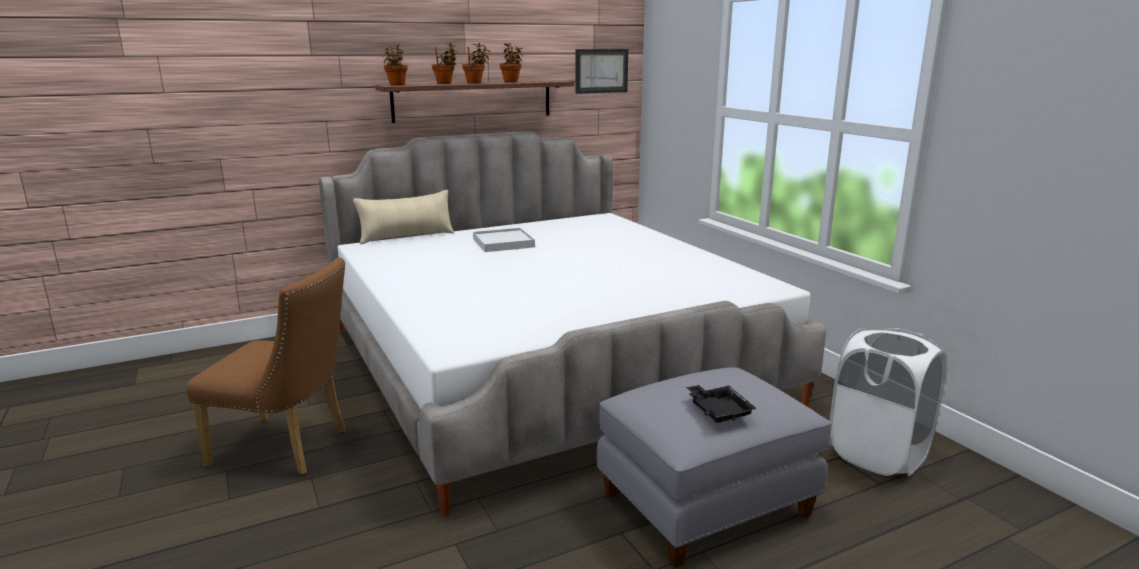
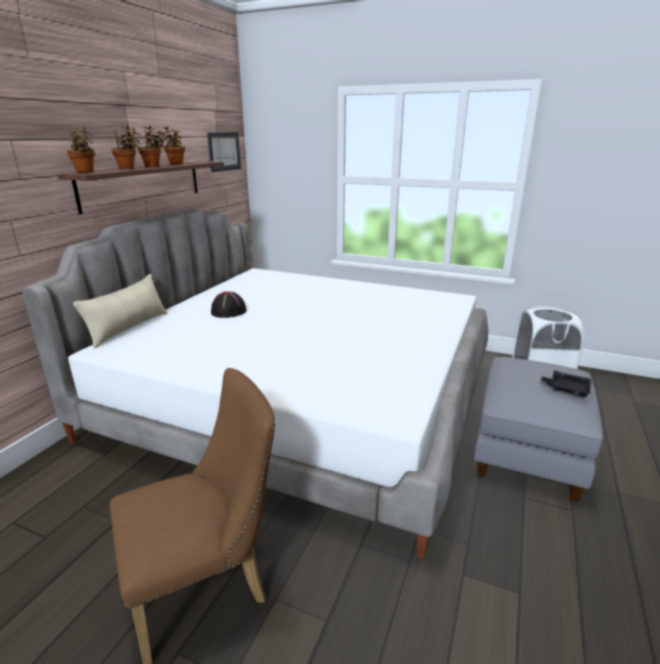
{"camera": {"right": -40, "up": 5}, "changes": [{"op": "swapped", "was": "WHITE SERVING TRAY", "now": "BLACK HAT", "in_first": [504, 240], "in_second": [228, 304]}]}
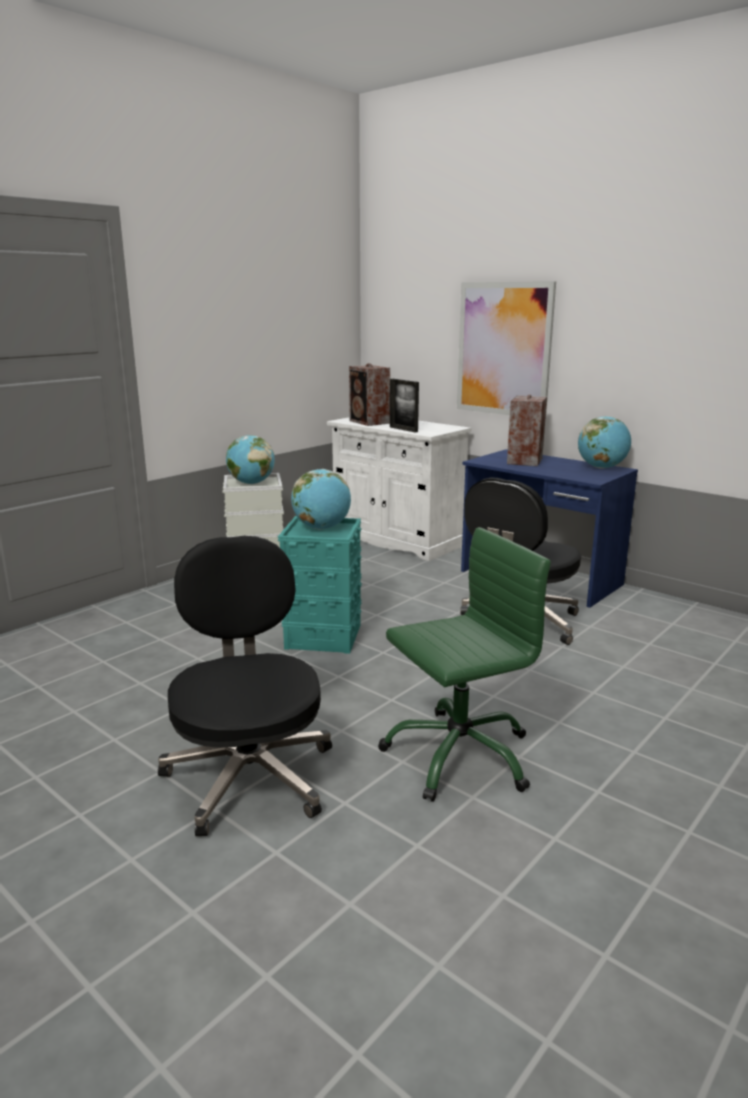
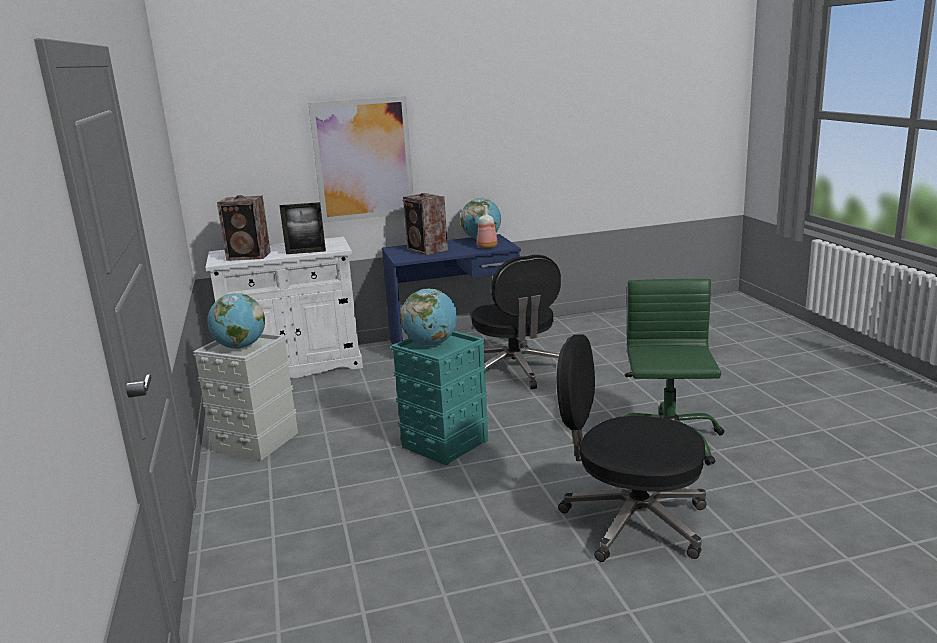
{"camera": {"right": -55, "up": 0}, "changes": [{"op": "new", "now": "DRINK BOTTLE", "in_second": [487, 227]}]}
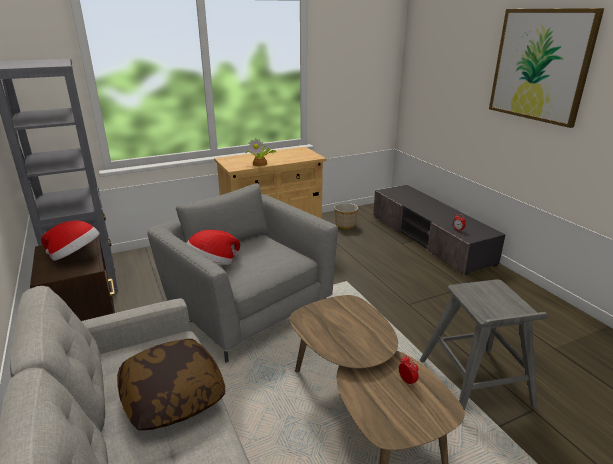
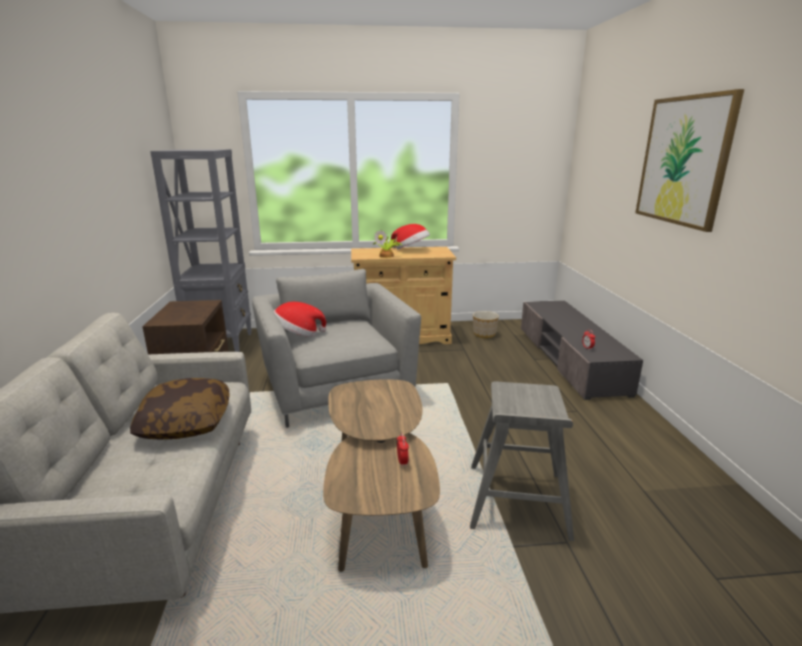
{"camera": {"right": 20, "up": -5}, "changes": [{"op": "shifted", "was": "HAT", "in_first": [70, 241], "in_second": [410, 237]}]}
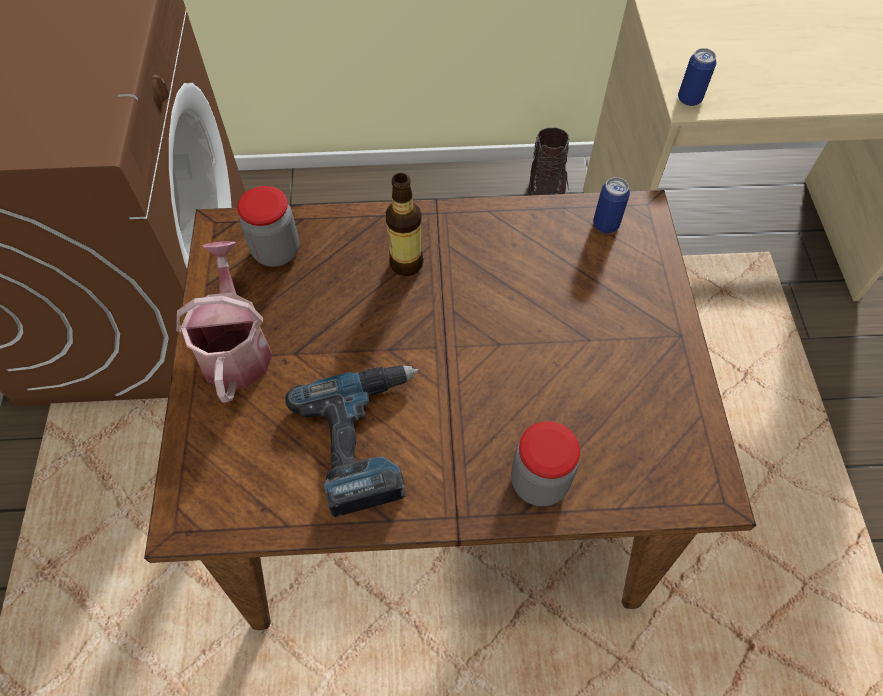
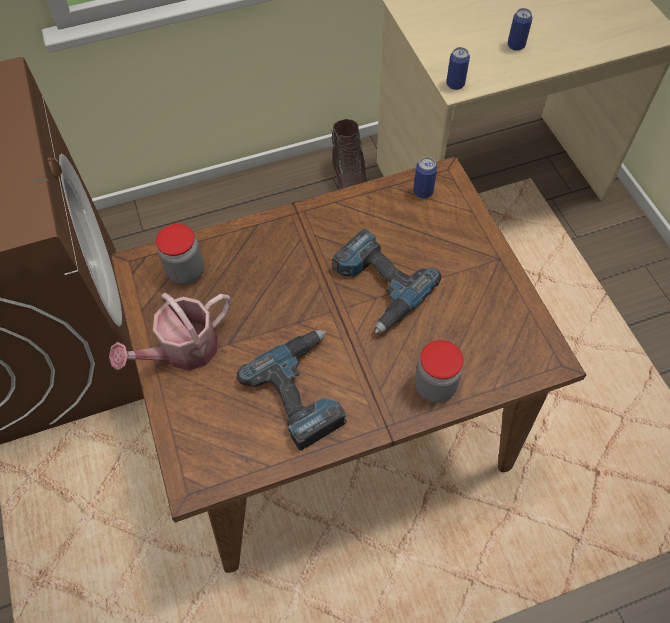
{"camera": {"right": -15, "up": 0}, "changes": [{"op": "gone", "was": "DRINK BOTTLE", "in_first": [405, 224]}, {"op": "new", "now": "DRILL", "in_second": [386, 280]}, {"op": "new", "now": "SEALED CAN", "in_second": [520, 29]}, {"op": "rotated", "was": "SPRINKLING CAN", "in_first": [224, 322], "in_second": [170, 332], "clockwise": -105}]}
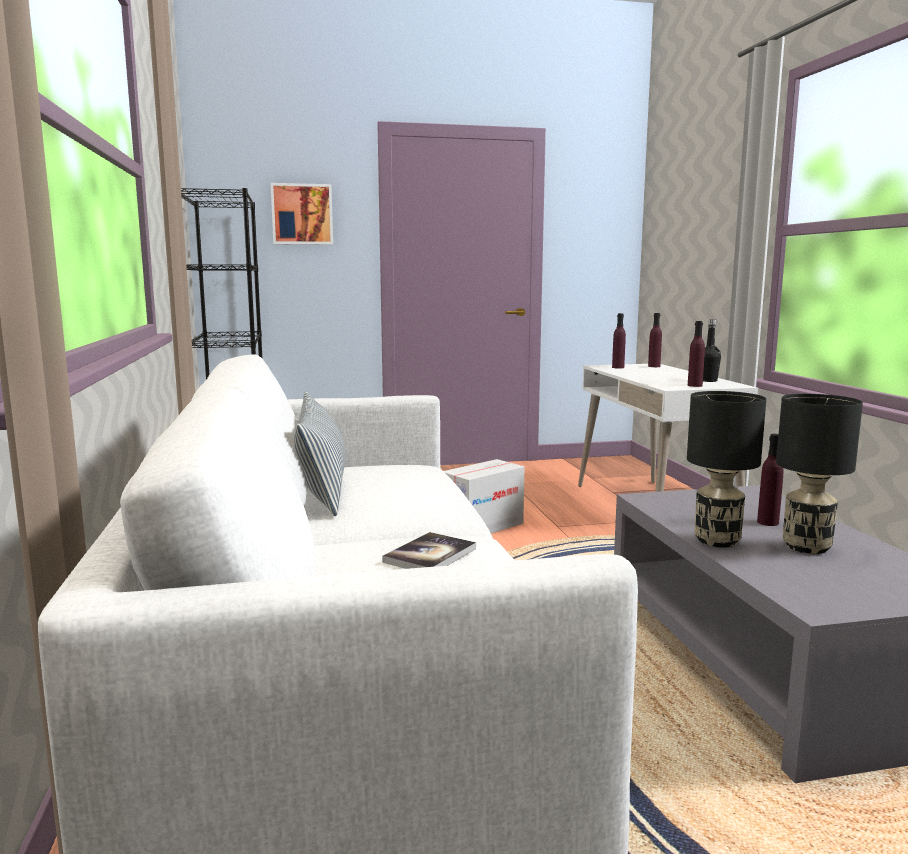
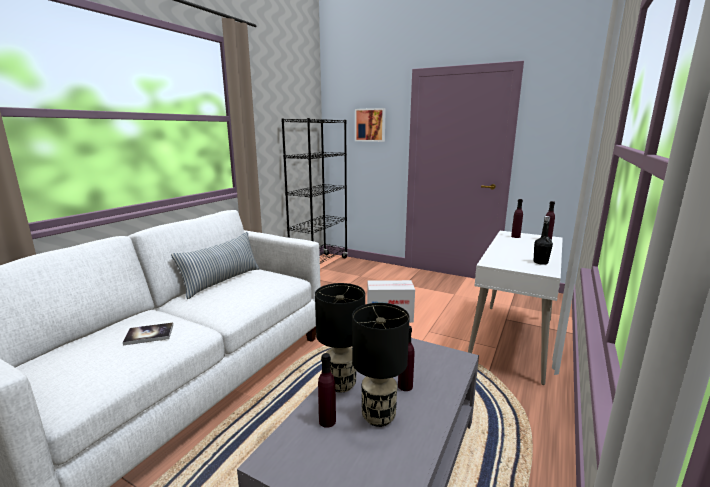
{"camera": {"right": 40, "up": 5}, "changes": [{"op": "shifted", "was": "PURPLE DRINK BOTTLE", "in_first": [696, 354], "in_second": [327, 390]}]}
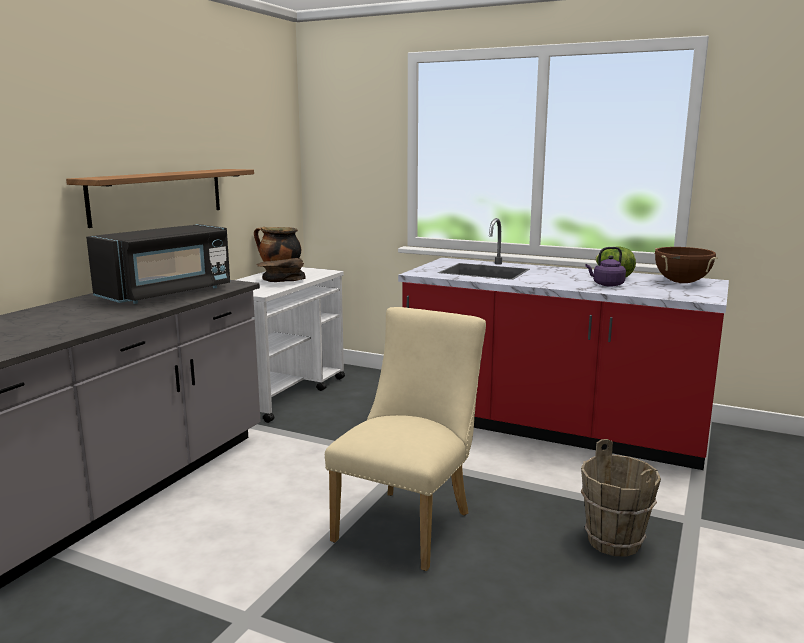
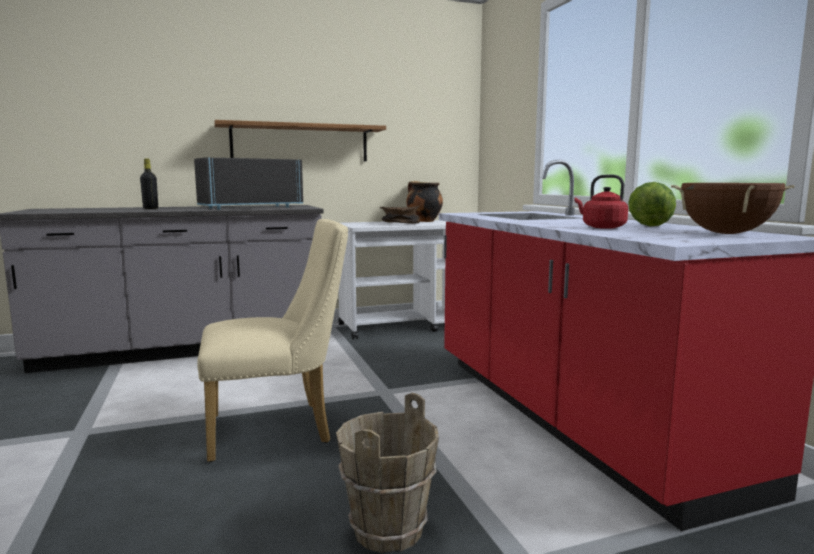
{"camera": {"right": 45, "up": -5}, "changes": [{"op": "new", "now": "BLACK DRINK BOTTLE", "in_second": [149, 183]}, {"op": "repainted", "was": "PURPLE TEA KETTLE", "now": "RED-COLOURED TEA KETTLE", "in_first": [605, 267], "in_second": [601, 201]}, {"op": "rotated", "was": "BLACK MICROWAVE OVEN", "in_first": [158, 264], "in_second": [248, 183], "clockwise": 150}]}
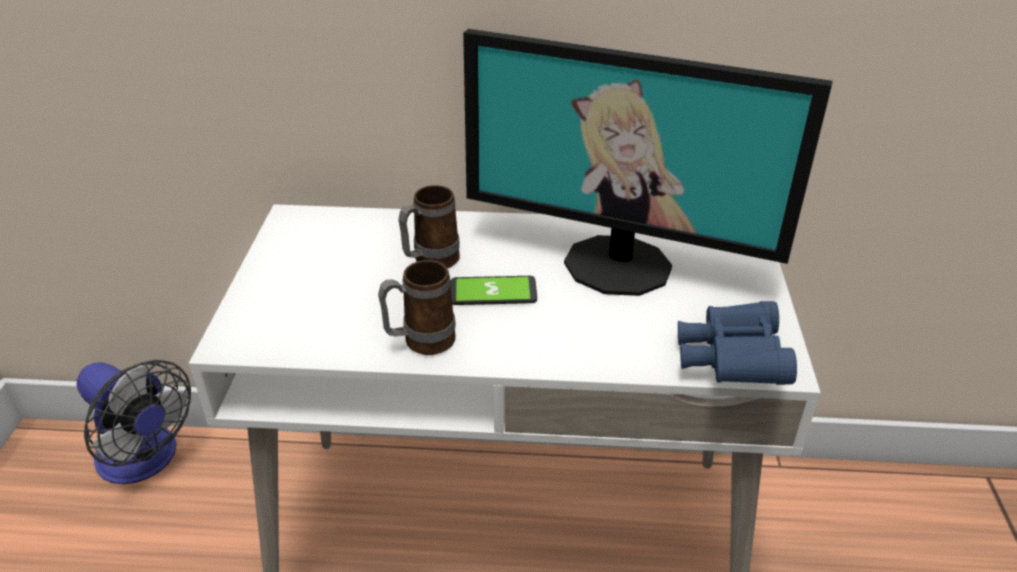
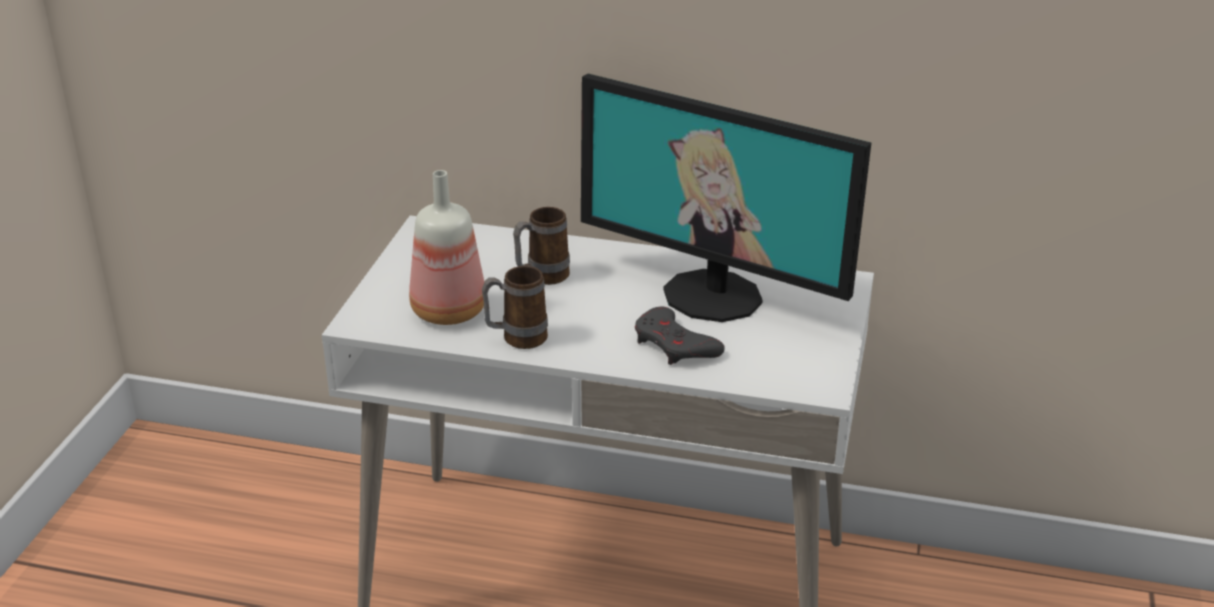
{"camera": {"right": 10, "up": -5}, "changes": [{"op": "gone", "was": "COOLING FAN", "in_first": [134, 422]}, {"op": "gone", "was": "PHONE", "in_first": [493, 290]}, {"op": "gone", "was": "BLUE FIELD GLASSES", "in_first": [737, 343]}, {"op": "new", "now": "DRINK BOTTLE", "in_second": [446, 247]}, {"op": "new", "now": "GREY JOYPAD", "in_second": [680, 336]}]}
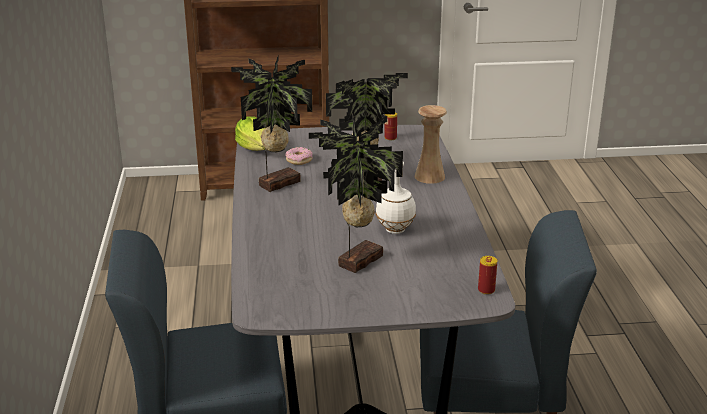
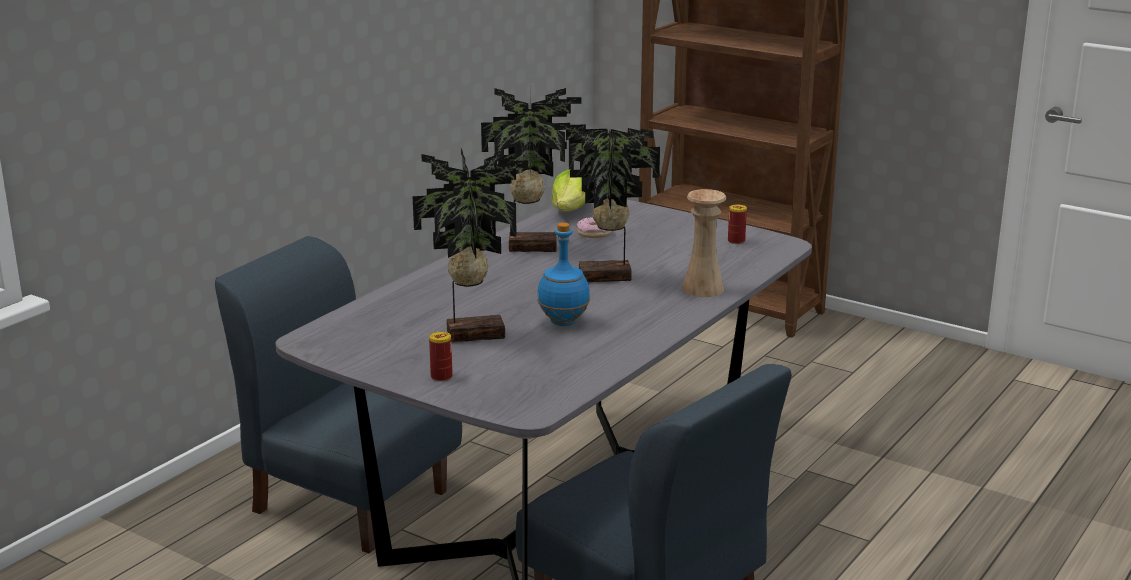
{"camera": {"right": 40, "up": -5}, "changes": [{"op": "shifted", "was": "SEALED CAN", "in_first": [487, 275], "in_second": [441, 357]}, {"op": "repainted", "was": "WHITE DRINK BOTTLE", "now": "BLUE DRINK BOTTLE", "in_first": [396, 198], "in_second": [563, 274]}]}
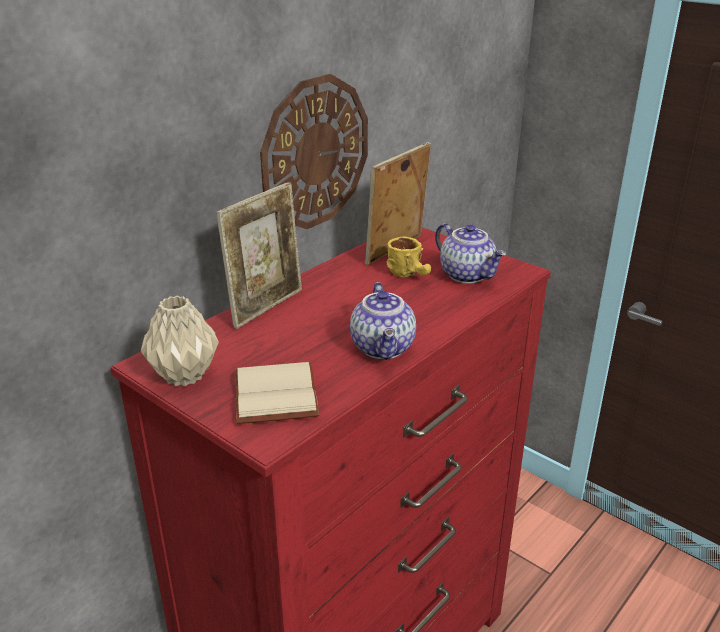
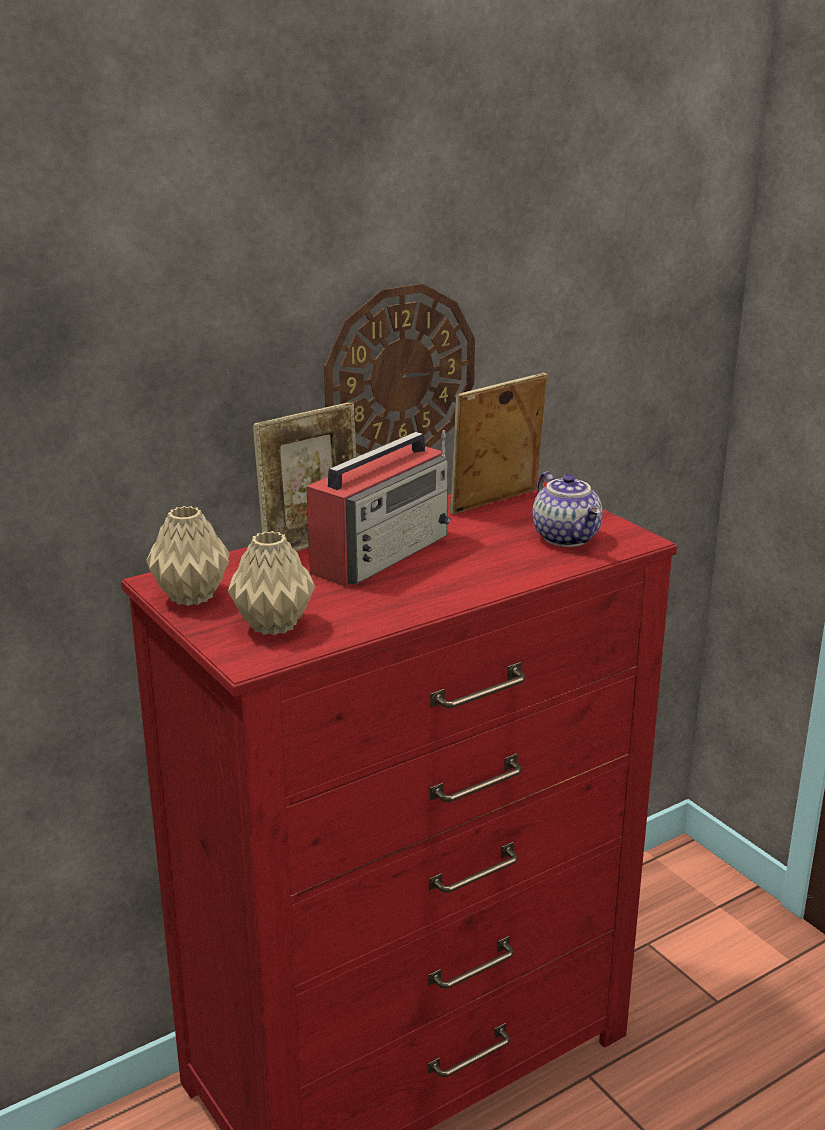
{"camera": {"right": 15, "up": -5}, "changes": [{"op": "gone", "was": "TEA POT", "in_first": [383, 321]}, {"op": "gone", "was": "YELLOW-COLOURED COFFEE MUG", "in_first": [409, 257]}, {"op": "new", "now": "RADIO RECEIVER", "in_second": [379, 508]}, {"op": "swapped", "was": "SAND-COLOURED VOLUME", "now": "SAND-COLOURED FLOWER VASE", "in_first": [277, 393], "in_second": [271, 583]}]}
